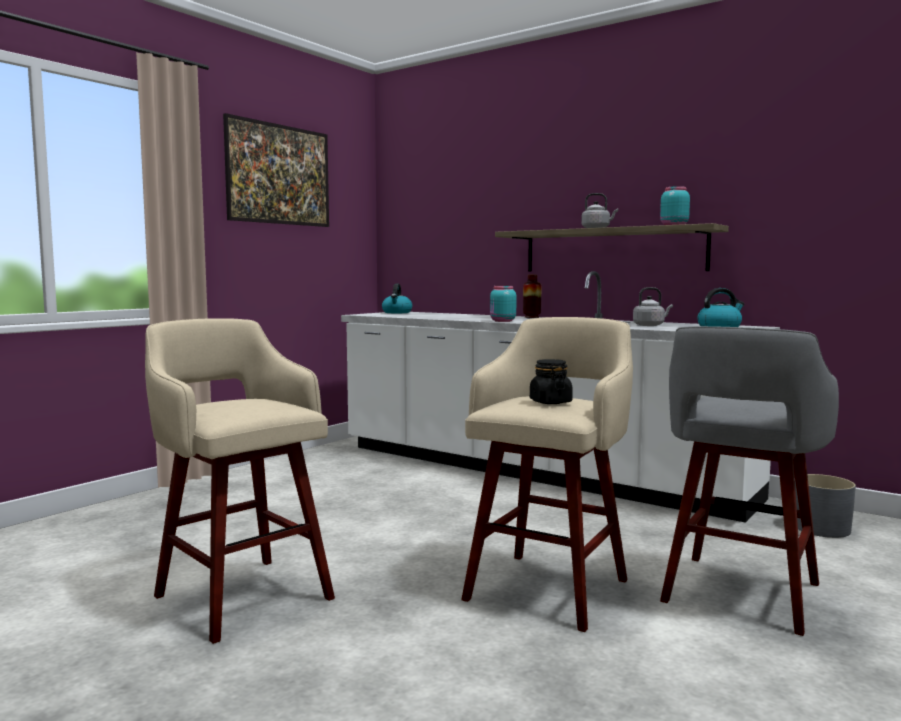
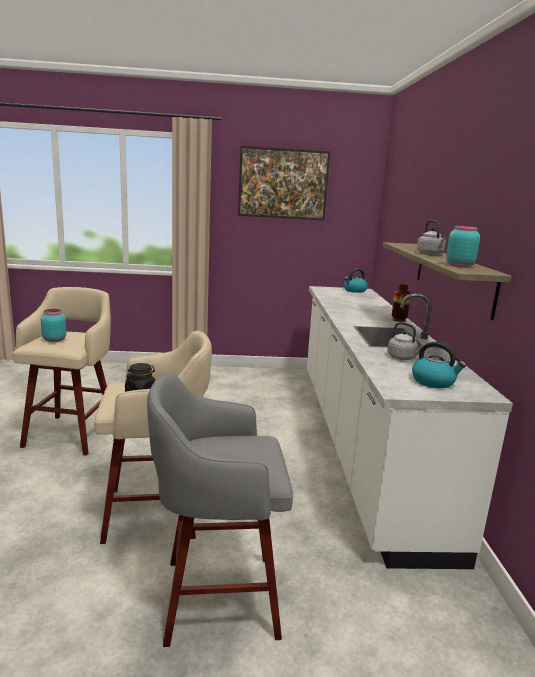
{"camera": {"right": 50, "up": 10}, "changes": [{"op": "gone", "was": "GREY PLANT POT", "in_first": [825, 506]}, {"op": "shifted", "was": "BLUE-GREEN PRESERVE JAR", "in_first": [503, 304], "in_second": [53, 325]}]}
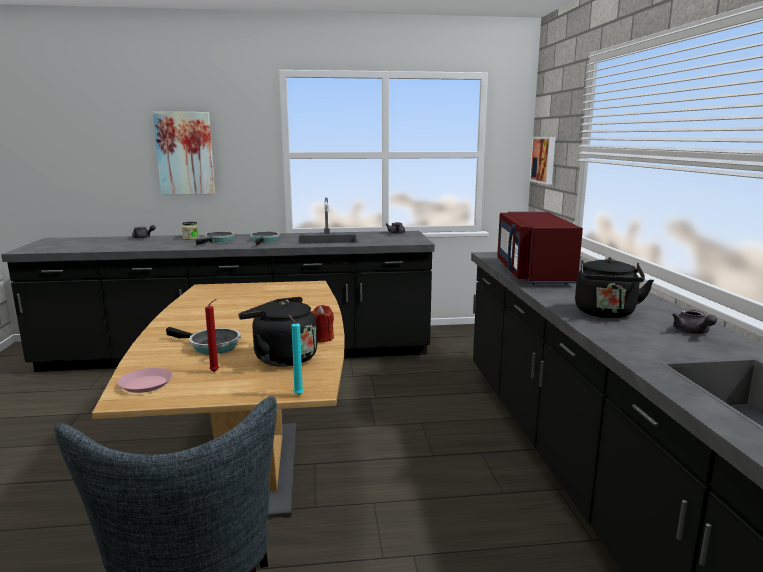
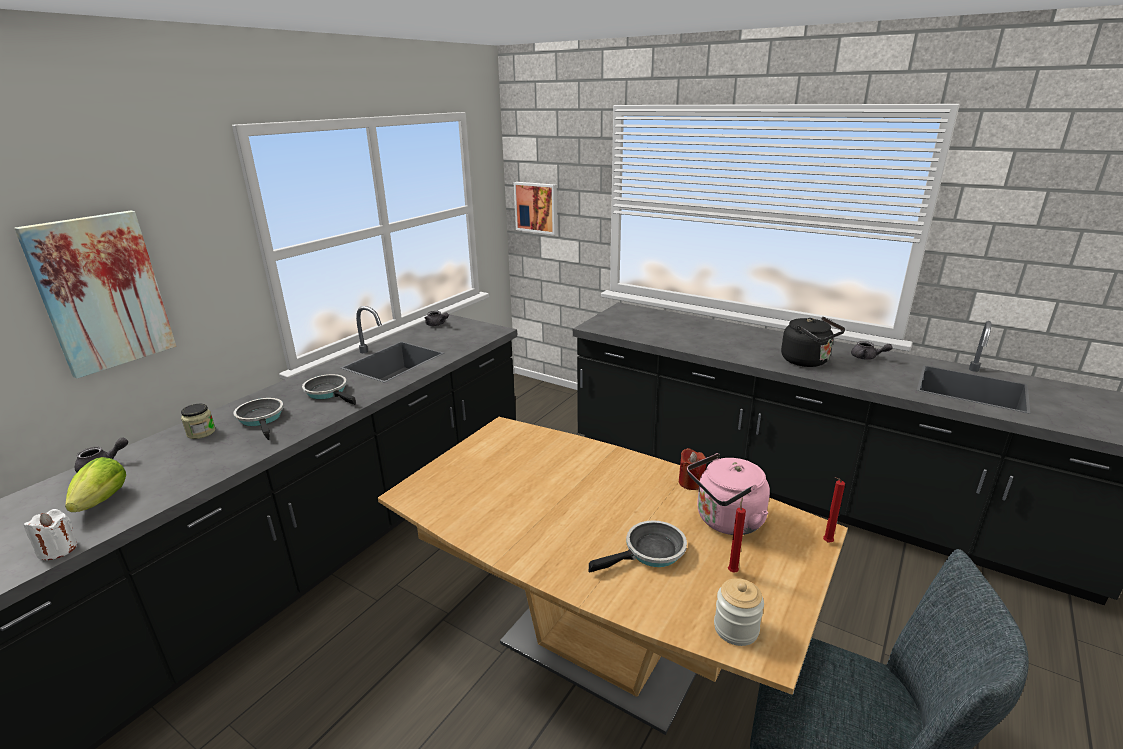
{"camera": {"right": -50, "up": 10}, "changes": [{"op": "gone", "was": "RED-COLOURED MICROWAVE OVEN", "in_first": [540, 248]}, {"op": "new", "now": "WHITE WAX CANDLE", "in_second": [50, 534]}, {"op": "new", "now": "LETTUCE", "in_second": [95, 484]}, {"op": "swapped", "was": "PINK-COLOURED PLATE", "now": "PRESERVE JAR", "in_first": [145, 380], "in_second": [739, 612]}, {"op": "repainted", "was": "BLACK TEA KETTLE", "now": "PINK-COLOURED TEA KETTLE", "in_first": [277, 332], "in_second": [728, 494]}, {"op": "repainted", "was": "BLUE-GREEN WAX CANDLE", "now": "RED-COLOURED WAX CANDLE", "in_first": [296, 355], "in_second": [834, 510]}]}
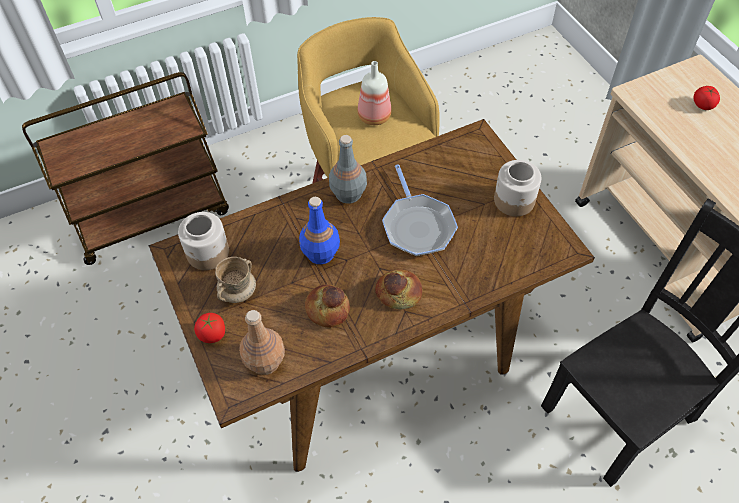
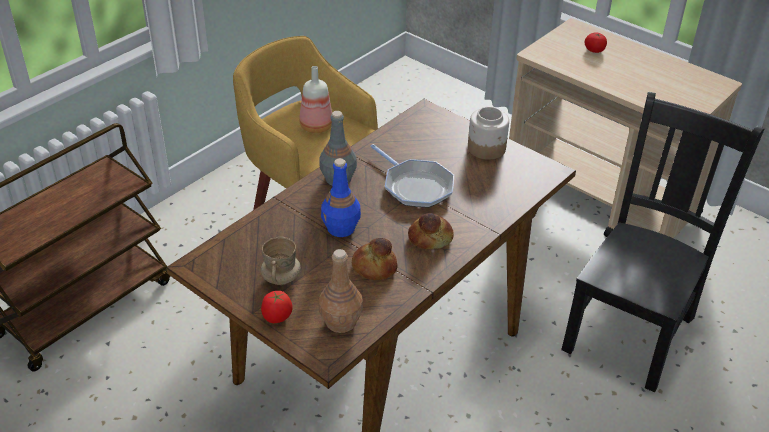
{"camera": {"right": -25, "up": -15}, "changes": [{"op": "gone", "was": "PRESERVE JAR", "in_first": [203, 241]}]}
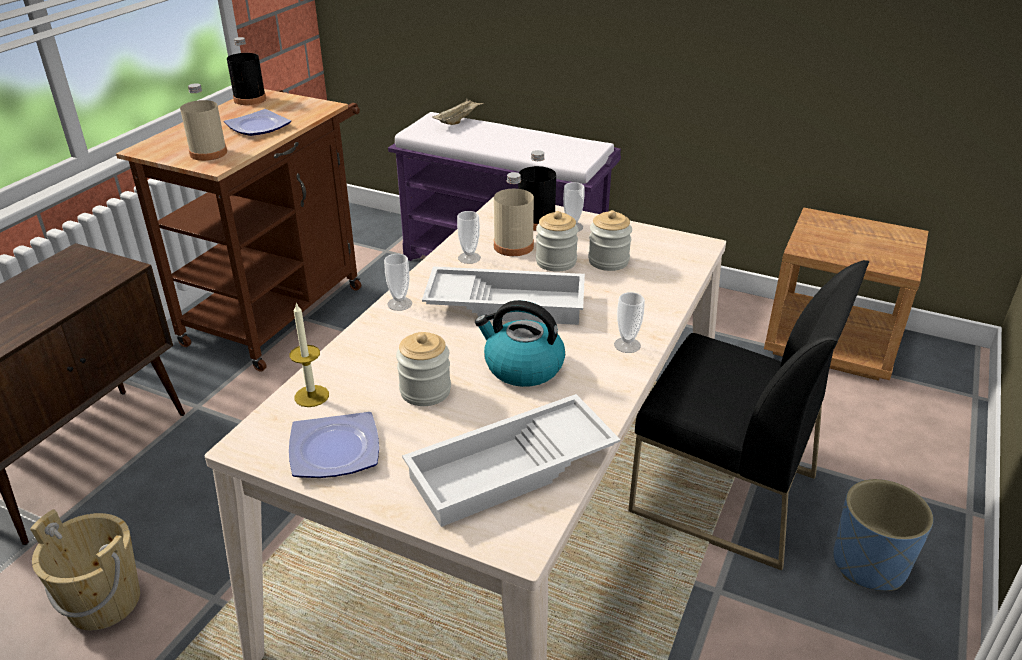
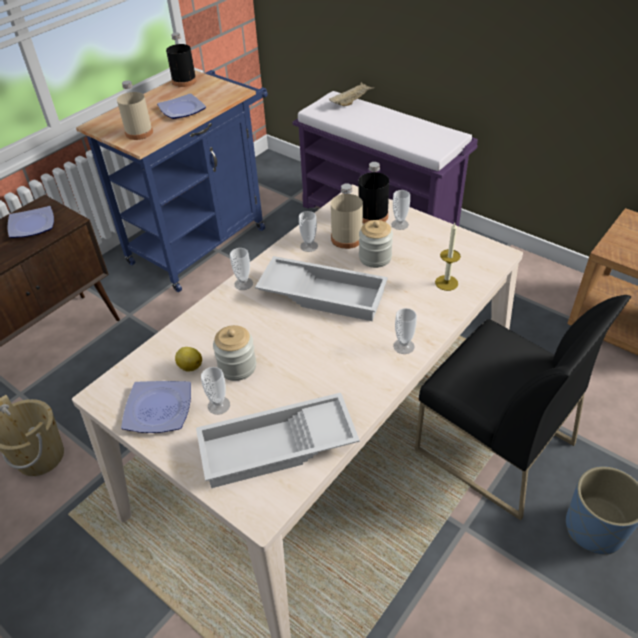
{"camera": {"right": 15, "up": 10}, "changes": [{"op": "gone", "was": "TEA KETTLE", "in_first": [520, 343]}, {"op": "gone", "was": "PRESERVE JAR", "in_first": [610, 240]}, {"op": "new", "now": "PLATE", "in_second": [30, 222]}, {"op": "new", "now": "CITRUS FRUIT", "in_second": [188, 359]}, {"op": "new", "now": "DRINKING CUP", "in_second": [215, 391]}, {"op": "shifted", "was": "WAX CANDLE", "in_first": [309, 354], "in_second": [448, 257]}, {"op": "repainted", "was": "BROWNISH TROLLEY", "now": "BLUE TROLLEY", "in_first": [238, 230], "in_second": [172, 181]}]}
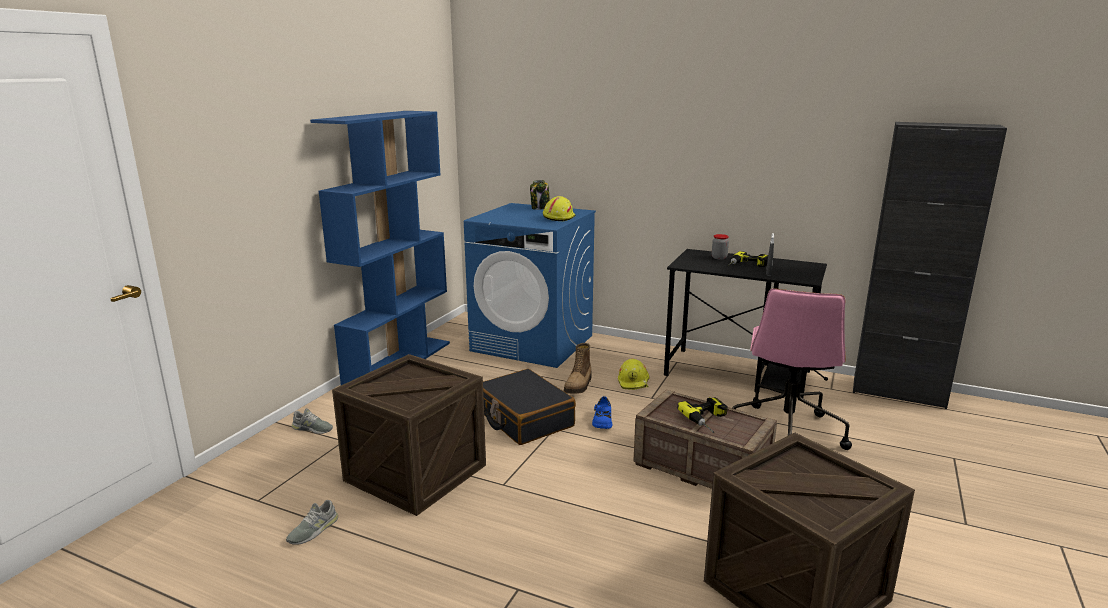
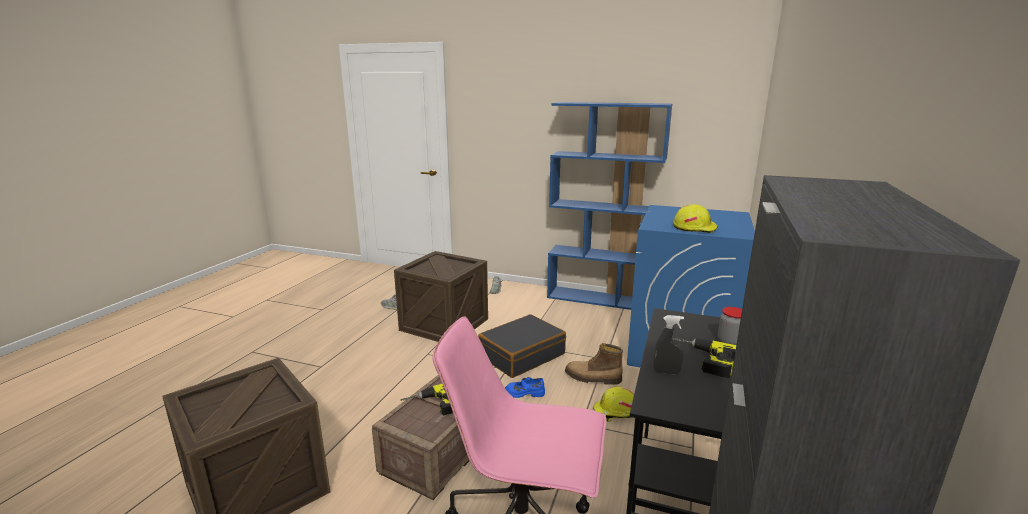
{"camera": {"right": 85, "up": 0}, "changes": [{"op": "gone", "was": "PRESERVE JAR", "in_first": [540, 195]}]}
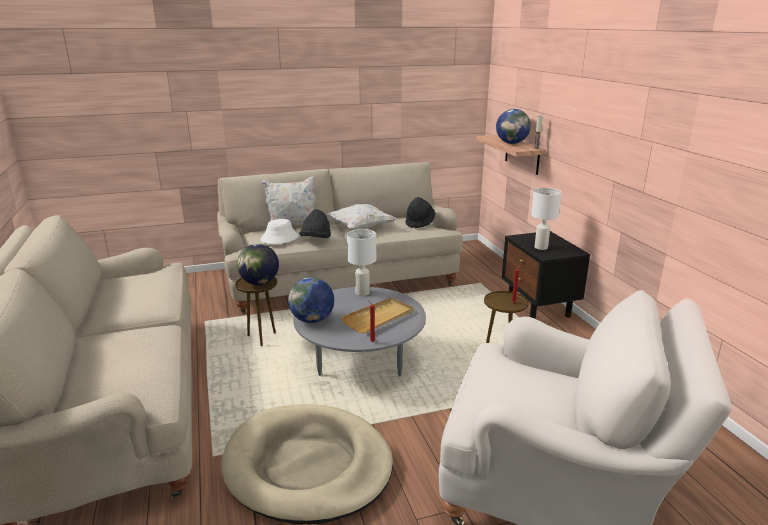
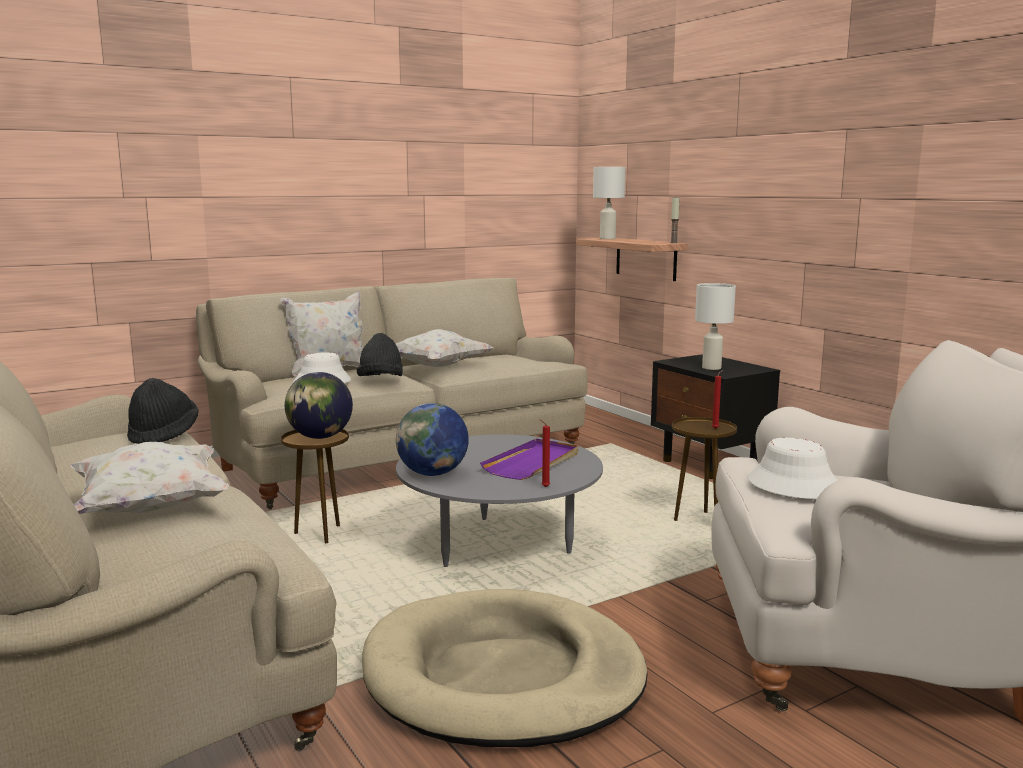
{"camera": {"right": -15, "up": -10}, "changes": [{"op": "gone", "was": "GLOBE", "in_first": [513, 126]}, {"op": "new", "now": "WHITE THROW PILLOW", "in_second": [150, 478]}, {"op": "new", "now": "WHITE HAT", "in_second": [792, 468]}, {"op": "shifted", "was": "WHITE TABLE LAMP", "in_first": [361, 262], "in_second": [609, 203]}, {"op": "shifted", "was": "BLACK HAT", "in_first": [420, 212], "in_second": [163, 411]}, {"op": "repainted", "was": "SAND-COLOURED SERVING TRAY", "now": "PURPLE SERVING TRAY", "in_first": [377, 315], "in_second": [529, 459]}]}
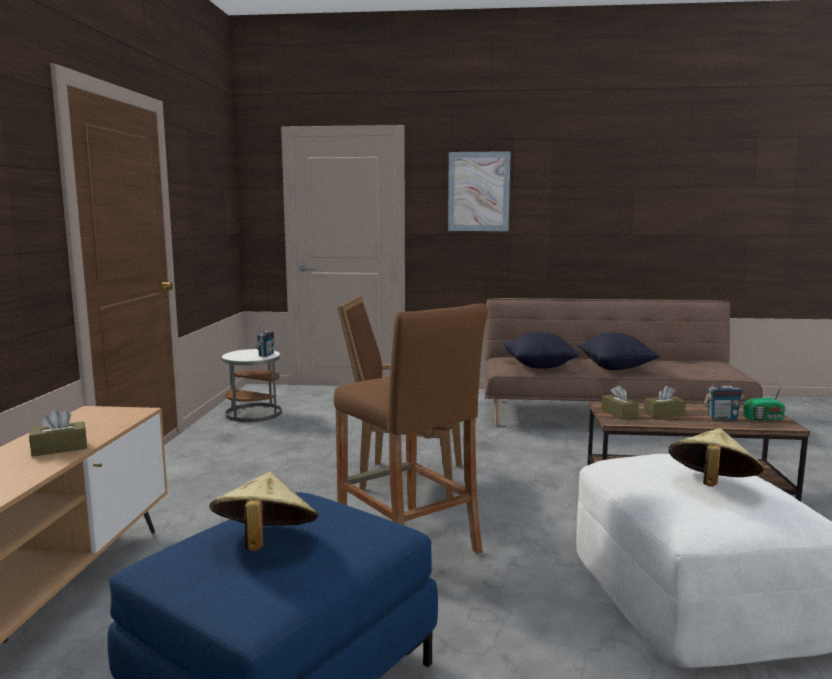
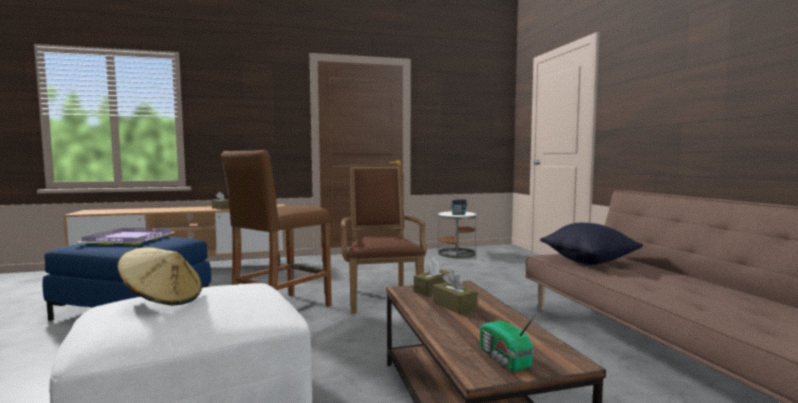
{"camera": {"right": 70, "up": -5}, "changes": [{"op": "gone", "was": "WALL PICTURE", "in_first": [479, 191]}, {"op": "gone", "was": "BLACK THROW PILLOW", "in_first": [619, 351]}, {"op": "gone", "was": "RADIO RECEIVER", "in_first": [723, 395]}, {"op": "swapped", "was": "SAND-COLOURED HAT", "now": "PURPLE SERVING TRAY", "in_first": [264, 511], "in_second": [126, 236]}]}
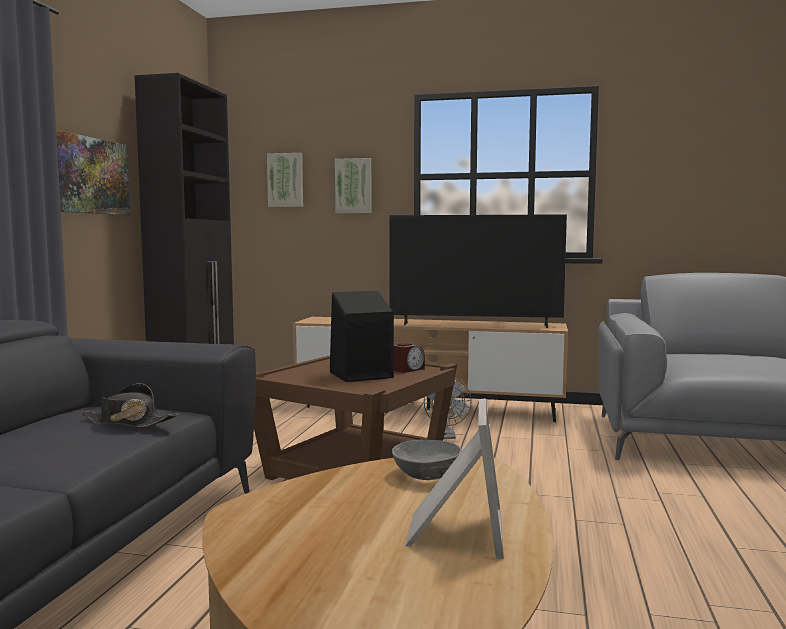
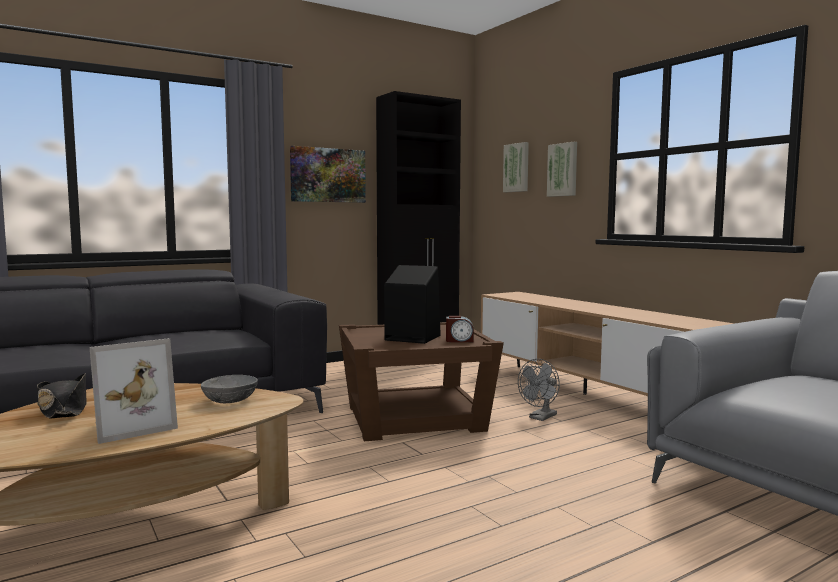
{"camera": {"right": 45, "up": 0}, "changes": [{"op": "gone", "was": "TV", "in_first": [478, 271]}, {"op": "shifted", "was": "BLACK HAT", "in_first": [130, 405], "in_second": [62, 396]}]}
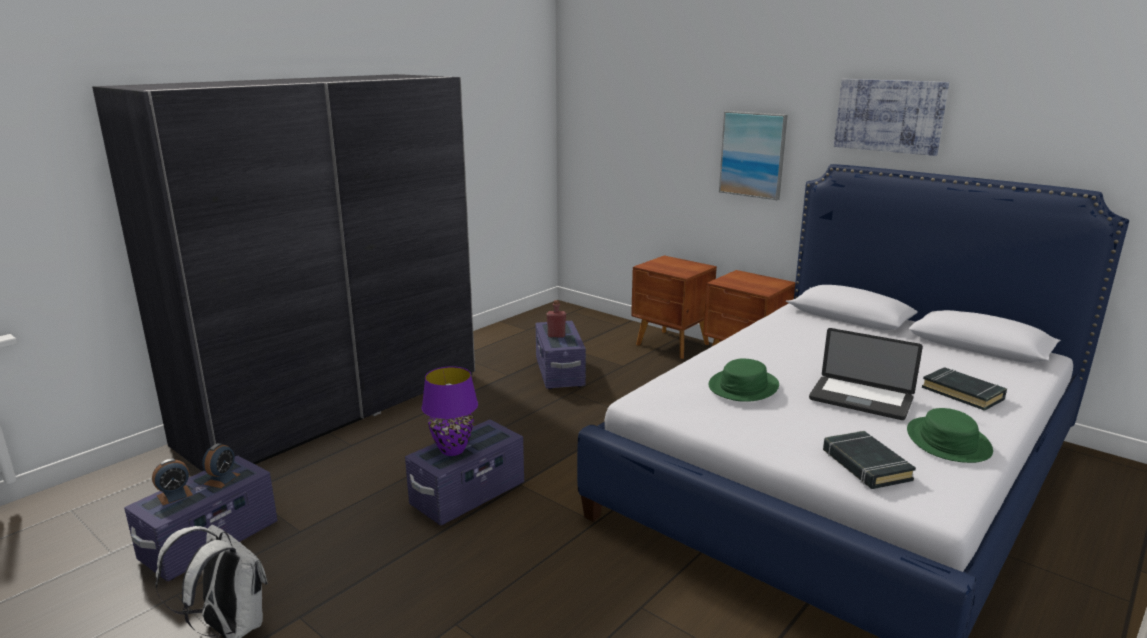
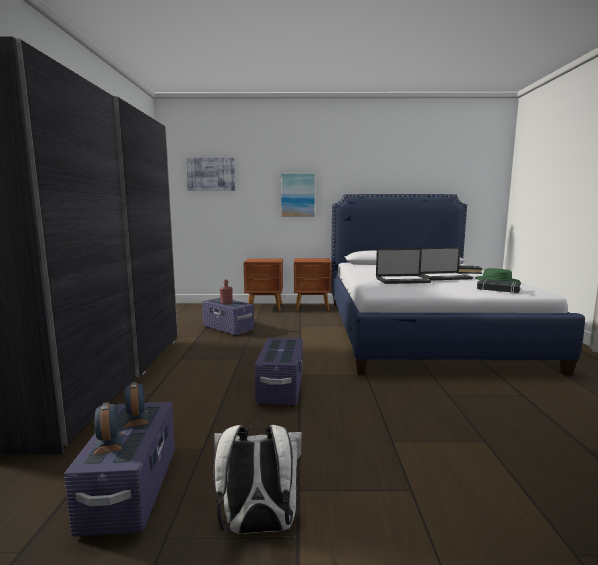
{"camera": {"right": -40, "up": -10}, "changes": [{"op": "gone", "was": "PURPLE TABLE LAMP", "in_first": [450, 411]}, {"op": "shifted", "was": "WALL PICTURE", "in_first": [891, 117], "in_second": [210, 174]}, {"op": "swapped", "was": "GREEN HAT", "now": "PORTABLE COMPUTER", "in_first": [744, 380], "in_second": [403, 266]}, {"op": "rotated", "was": "TABLE CLOCK", "in_first": [172, 482], "in_second": [108, 428], "clockwise": 150}]}
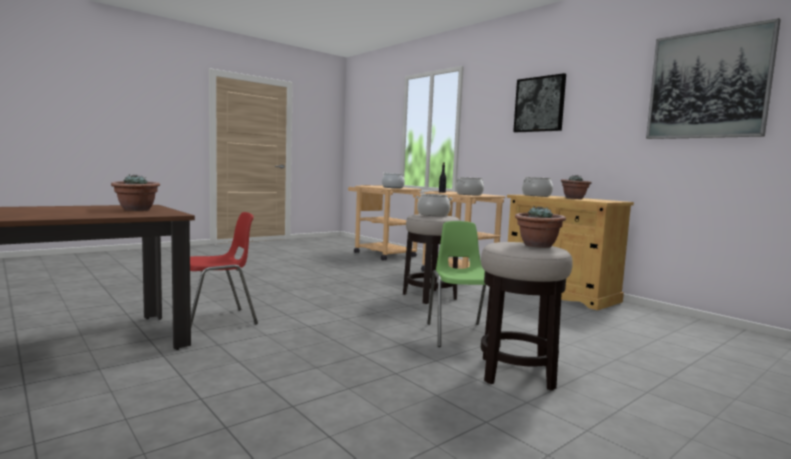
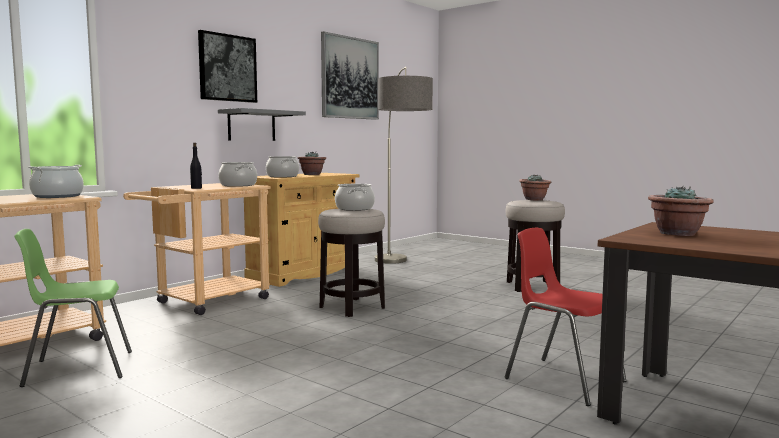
{"camera": {"right": -100, "up": 0}, "changes": [{"op": "new", "now": "GREY WALL SHELF", "in_second": [262, 124]}, {"op": "new", "now": "STANDARD LAMP", "in_second": [404, 165]}, {"op": "shifted", "was": "GREEN PLAIN CHAIR", "in_first": [464, 284], "in_second": [73, 308]}]}
